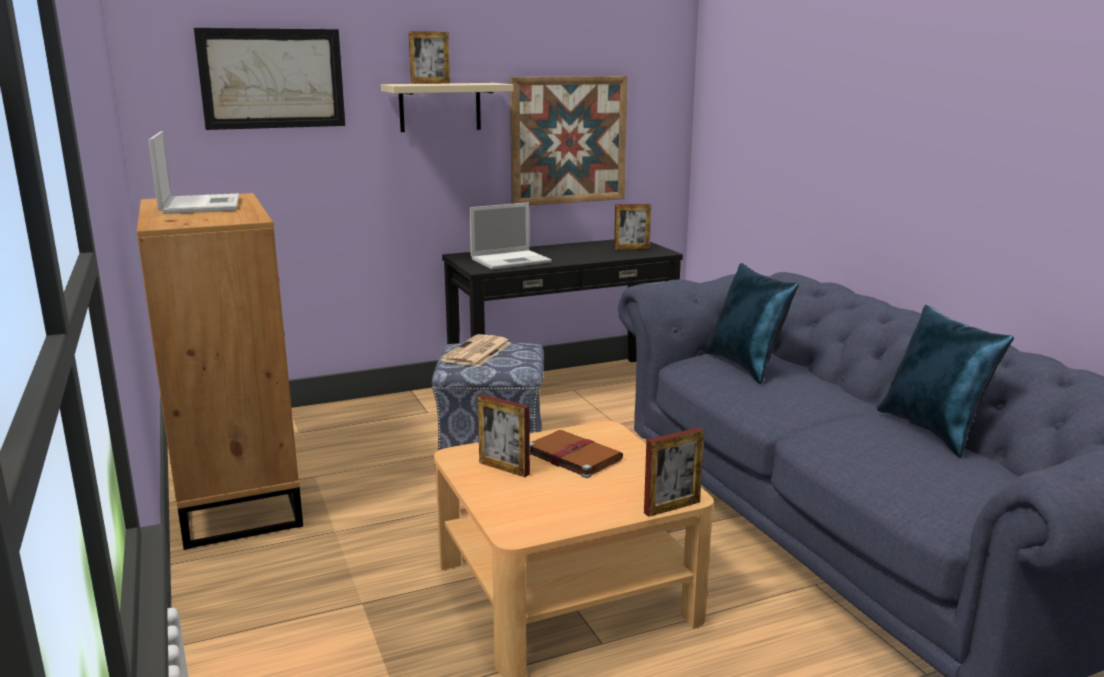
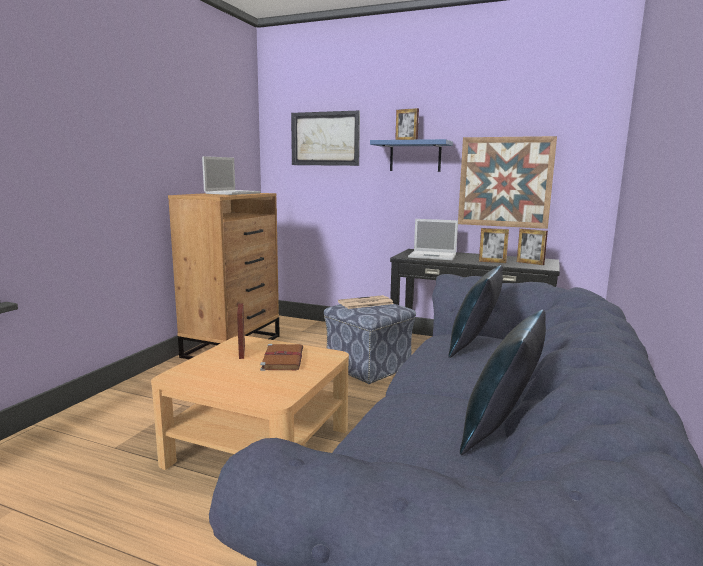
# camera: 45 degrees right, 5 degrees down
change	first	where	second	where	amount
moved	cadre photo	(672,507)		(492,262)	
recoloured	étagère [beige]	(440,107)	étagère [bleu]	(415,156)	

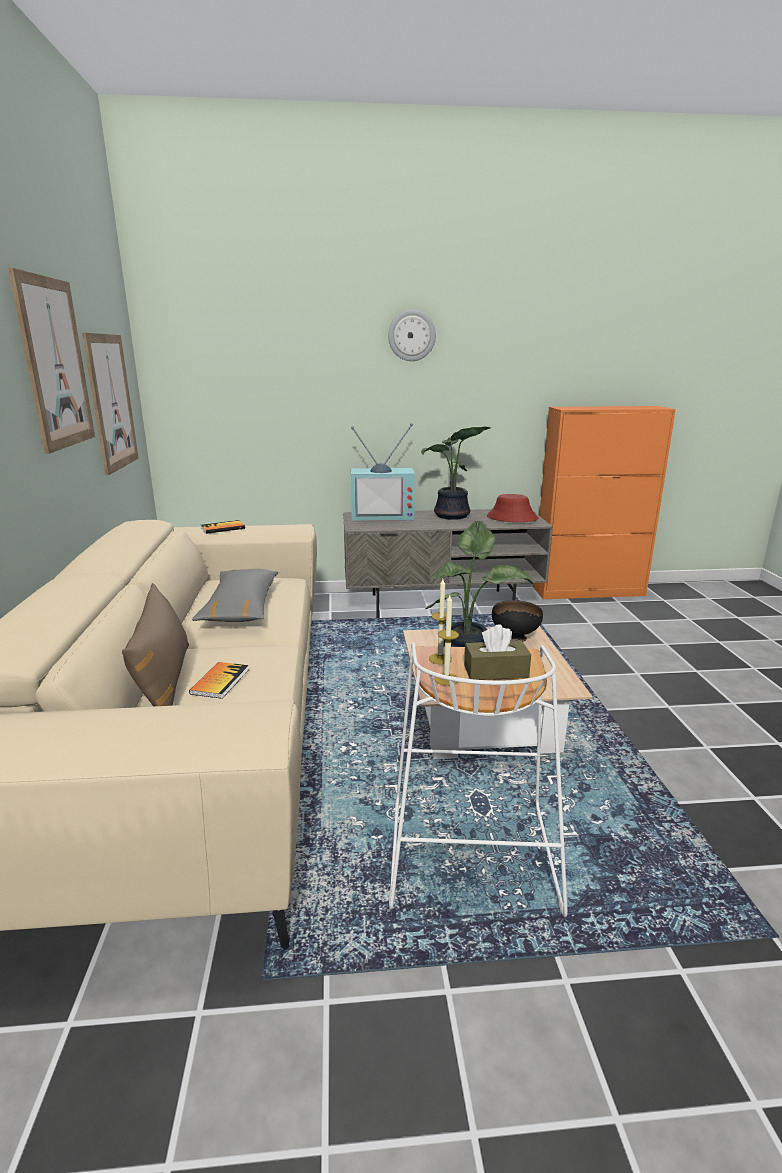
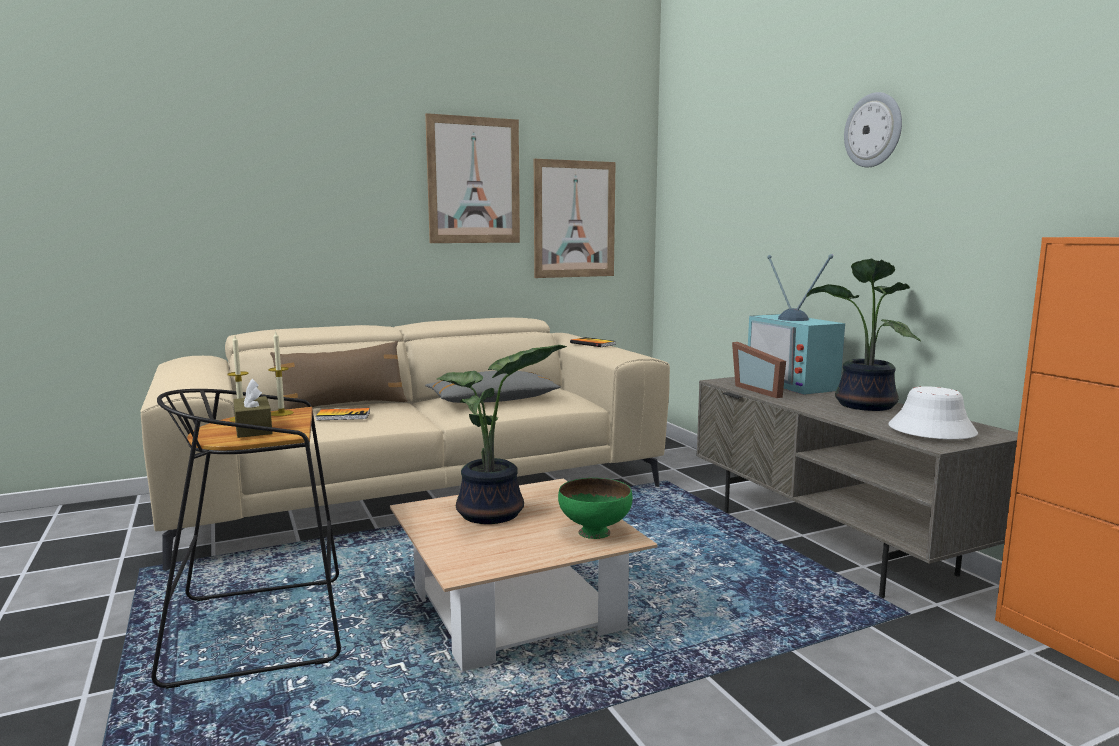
# camera: 70 degrees right, 10 degrees down
change	first	where	second	where	amount
added			cadre photo	(761,390)	
recoloured	tabouret [blanc]	(468,852)	tabouret [noir]	(263,628)	
recoloured	chapeau [rouge]	(511,518)	chapeau [blanc]	(931,430)	
recoloured	bol [noir]	(515,637)	bol [vert]	(595,532)	

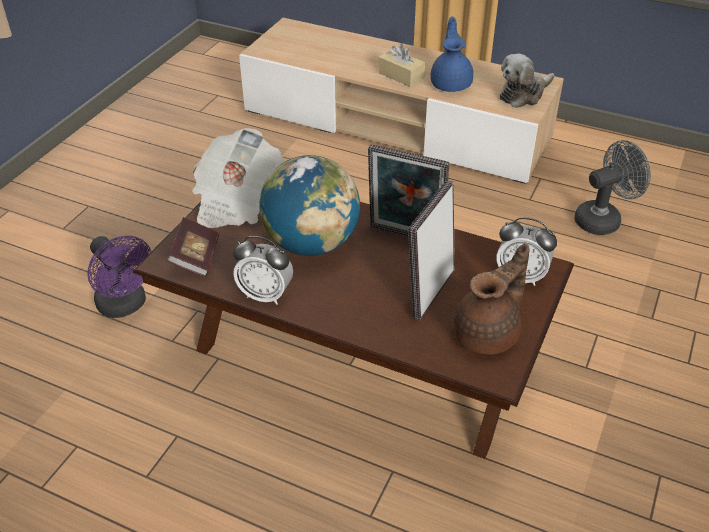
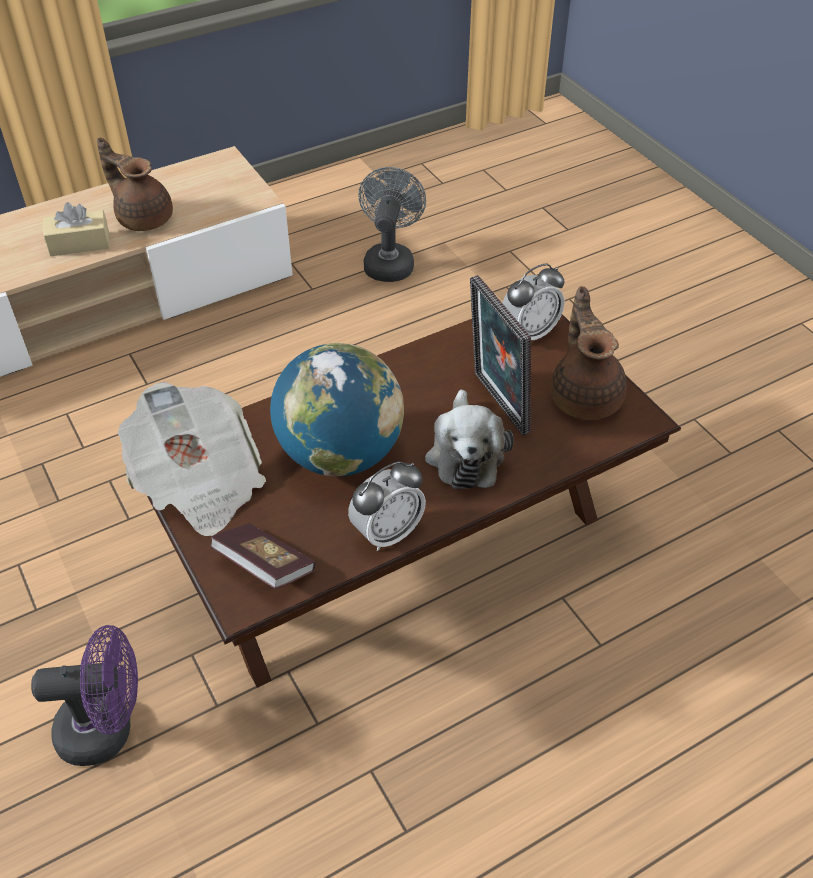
# camera: 55 degrees left, 5 degrees up
change	first	where	second	where	amount
removed	cadre photo	(405,236)			
moved	peluche	(523,94)		(465,453)	
recoloured	théière [bleu]	(451,83)	théière [marron]	(143,217)	

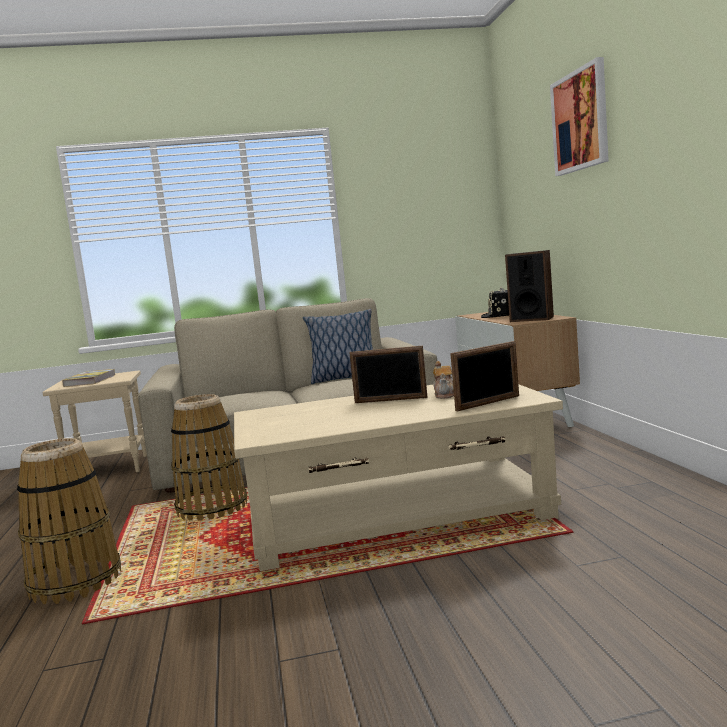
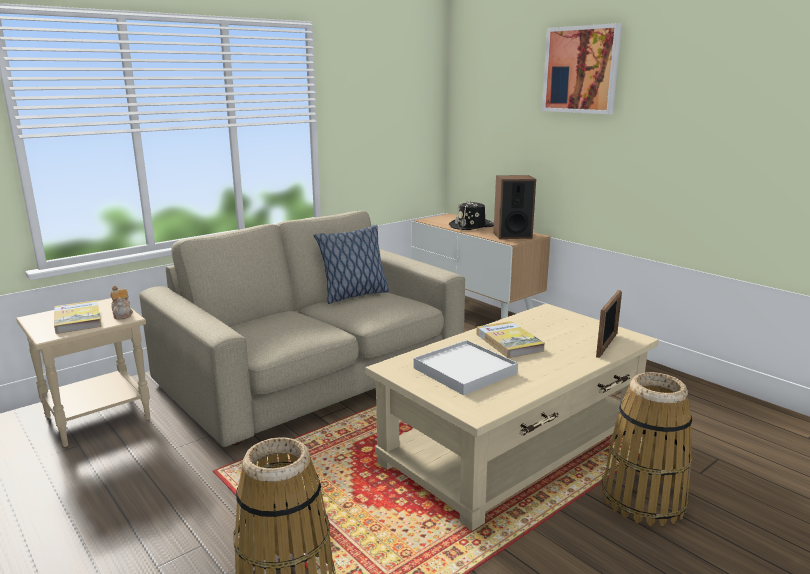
# camera: 30 degrees left, 10 degrees up
change	first	where	second	where	amount
added			plateau [blanc]	(465,371)	
moved	panier	(212,508)		(643,499)	
moved	théière	(445,395)		(122,314)	
replaced	cadre photo	(390,400)	livre	(509,342)	

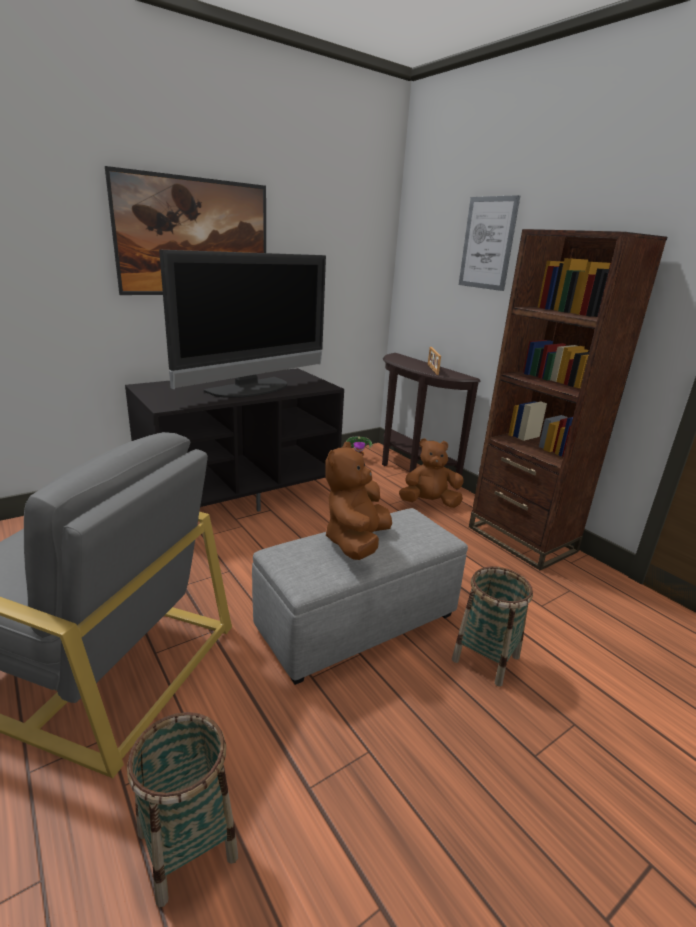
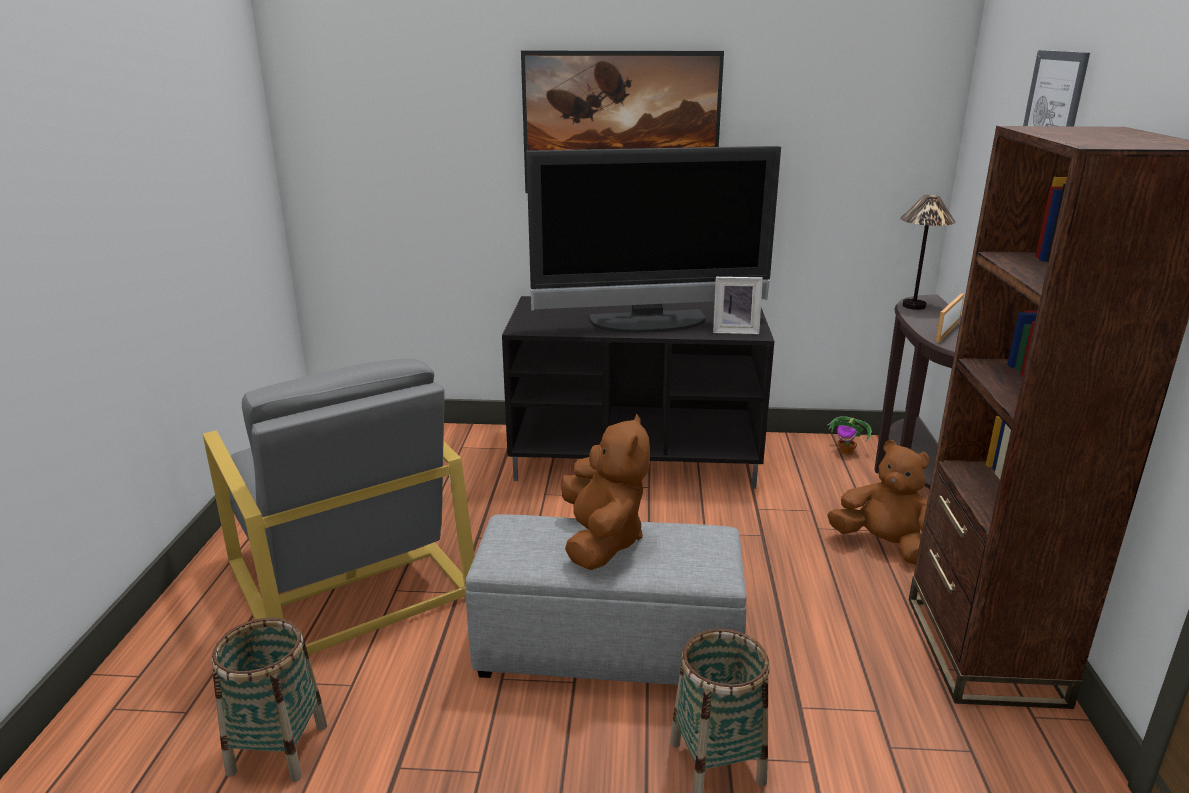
# camera: 40 degrees right, 0 degrees up
change	first	where	second	where	amount
added			cadre photo	(735,330)	
added			lampe de table	(914,306)	
turned	peluche [marron]	(356,542)		(601,541)	120 degrees clockwise

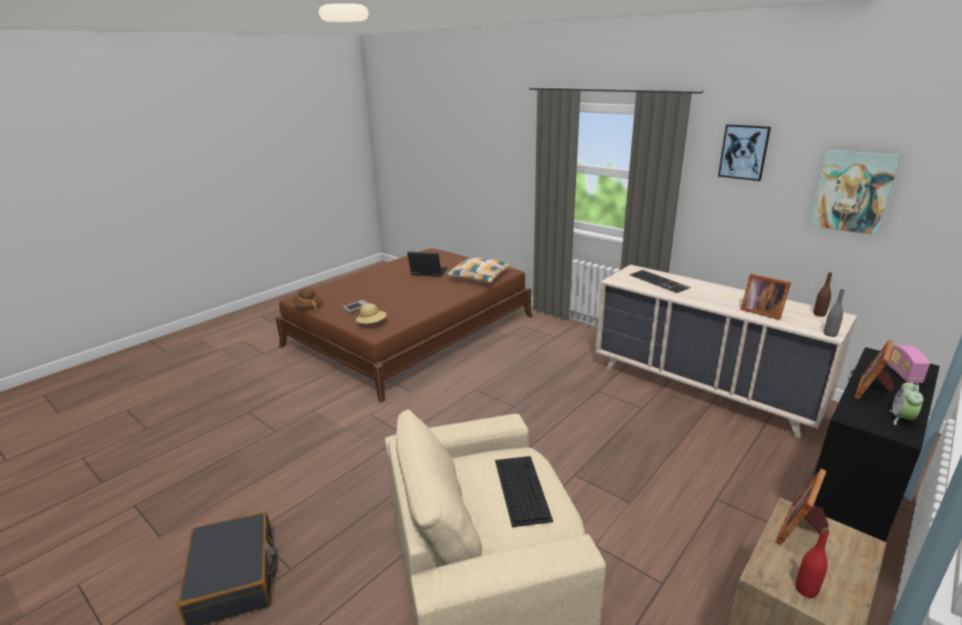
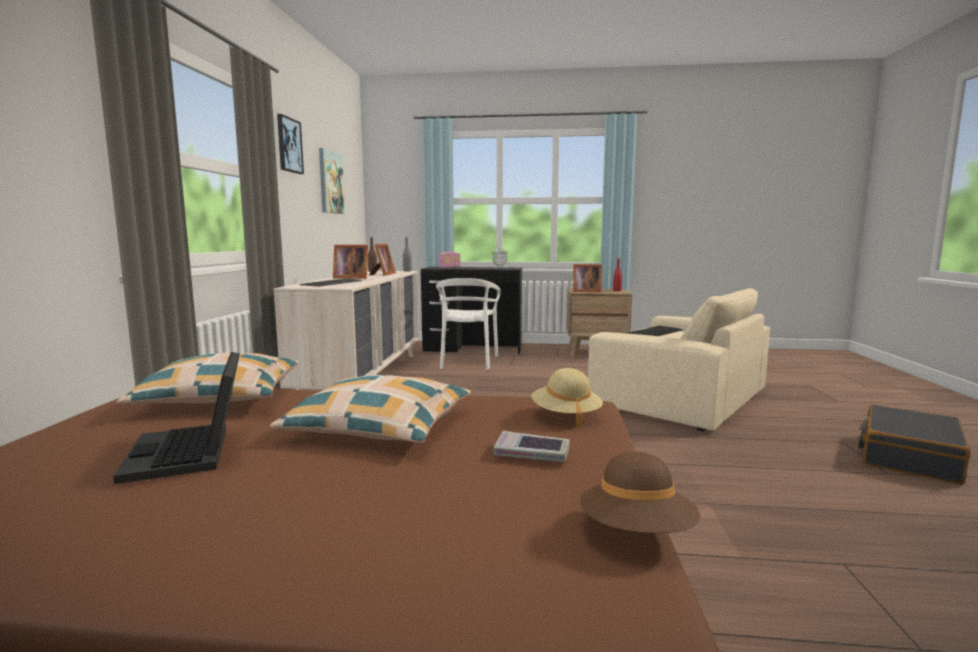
# camera: 125 degrees left, 15 degrees down
change	first	where	second	where	amount
added			coussin	(381,427)	
added			chaise [blanc]	(467,362)	
moved	cadre photo	(872,390)		(350,278)	

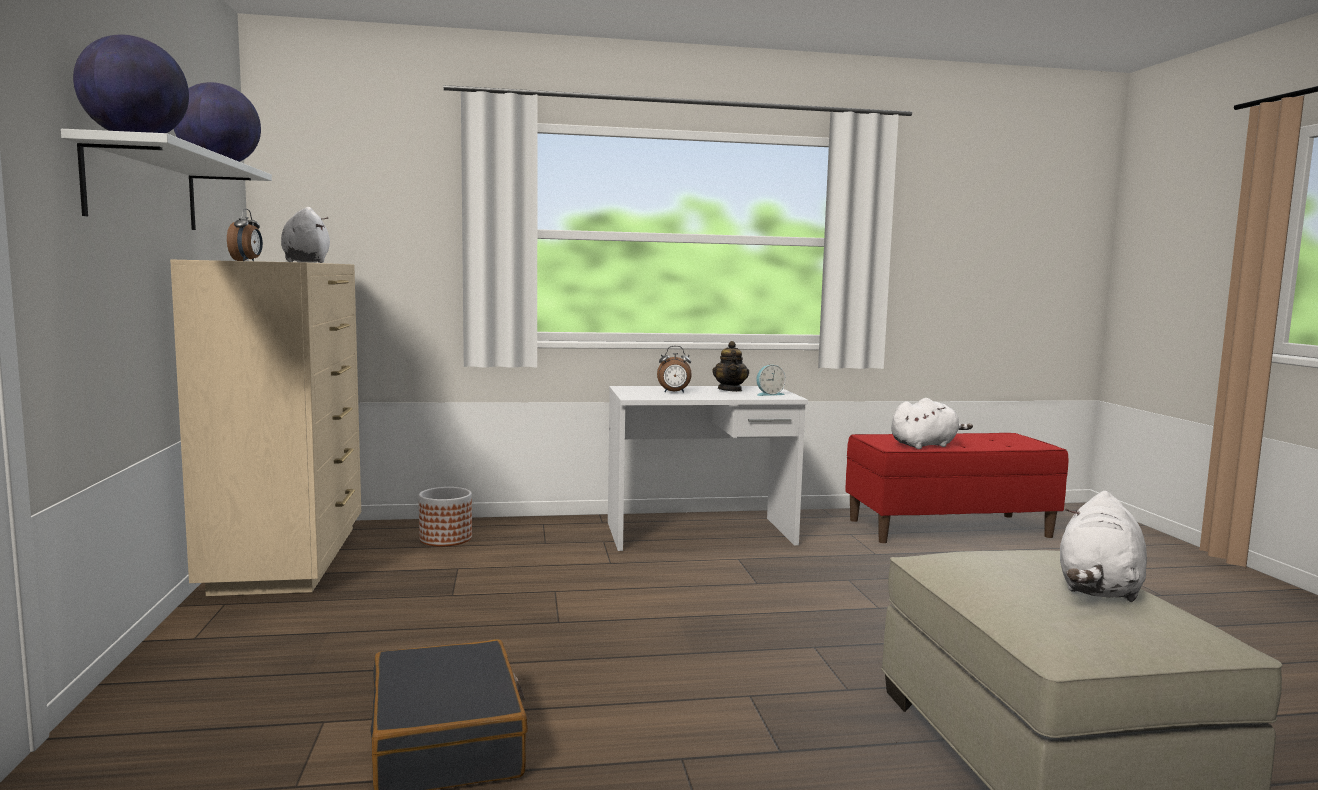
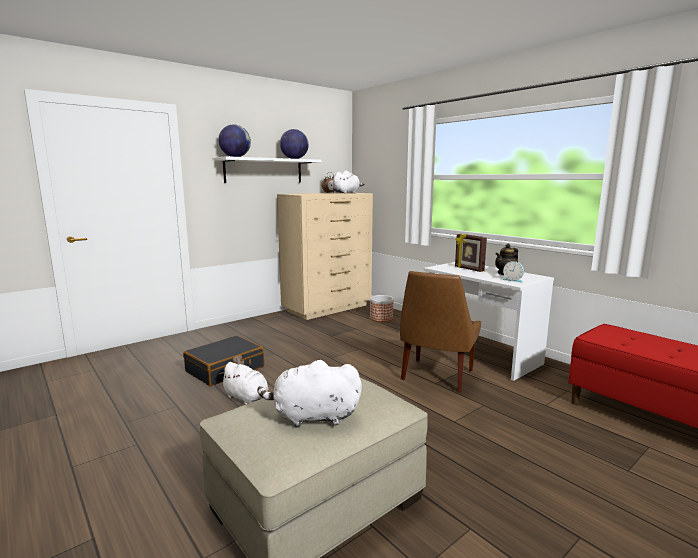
# camera: 60 degrees right, 5 degrees up
change	first	where	second	where	amount
added			chaise [marron]	(436,376)	
moved	peluche [blanc]	(925,445)		(247,398)	
replaced	réveil	(674,392)	cadre photo	(468,269)	

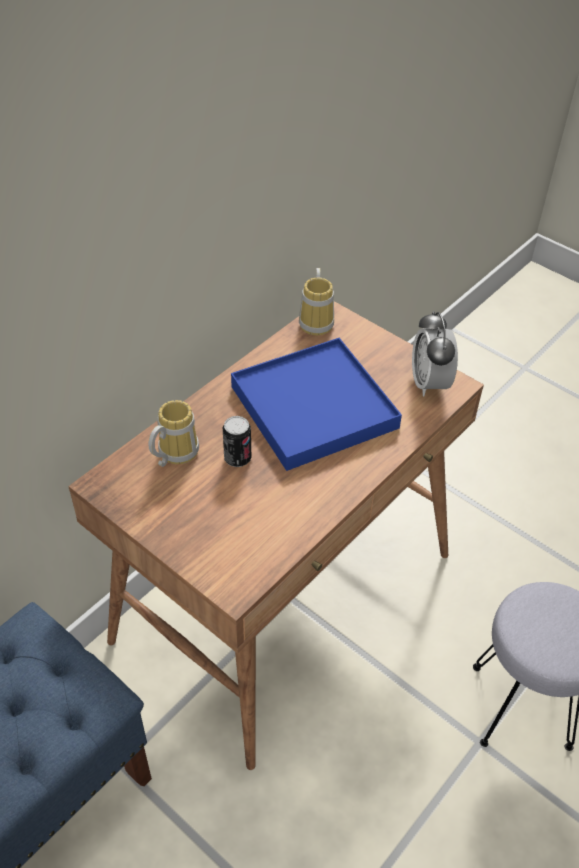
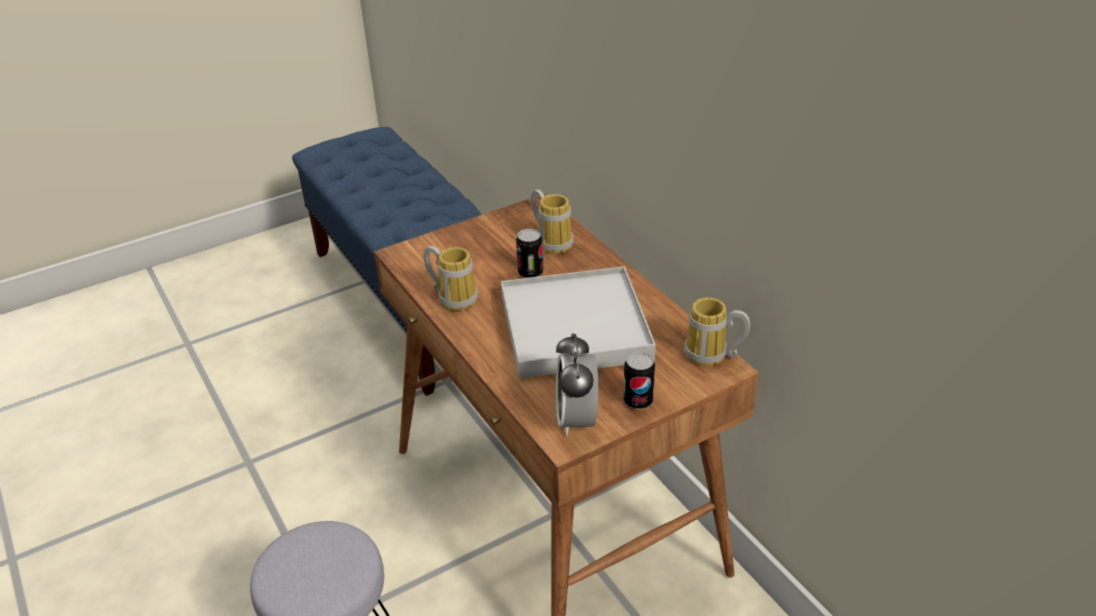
# camera: 110 degrees right, 10 degrees down
change	first	where	second	where	amount
added			mug	(455,297)	
added			boîte métallique	(638,401)	
recoloured	plateau [bleu]	(313,407)	plateau [blanc]	(575,327)	
turned	réveil	(429,383)		(576,419)	105 degrees counterclockwise

